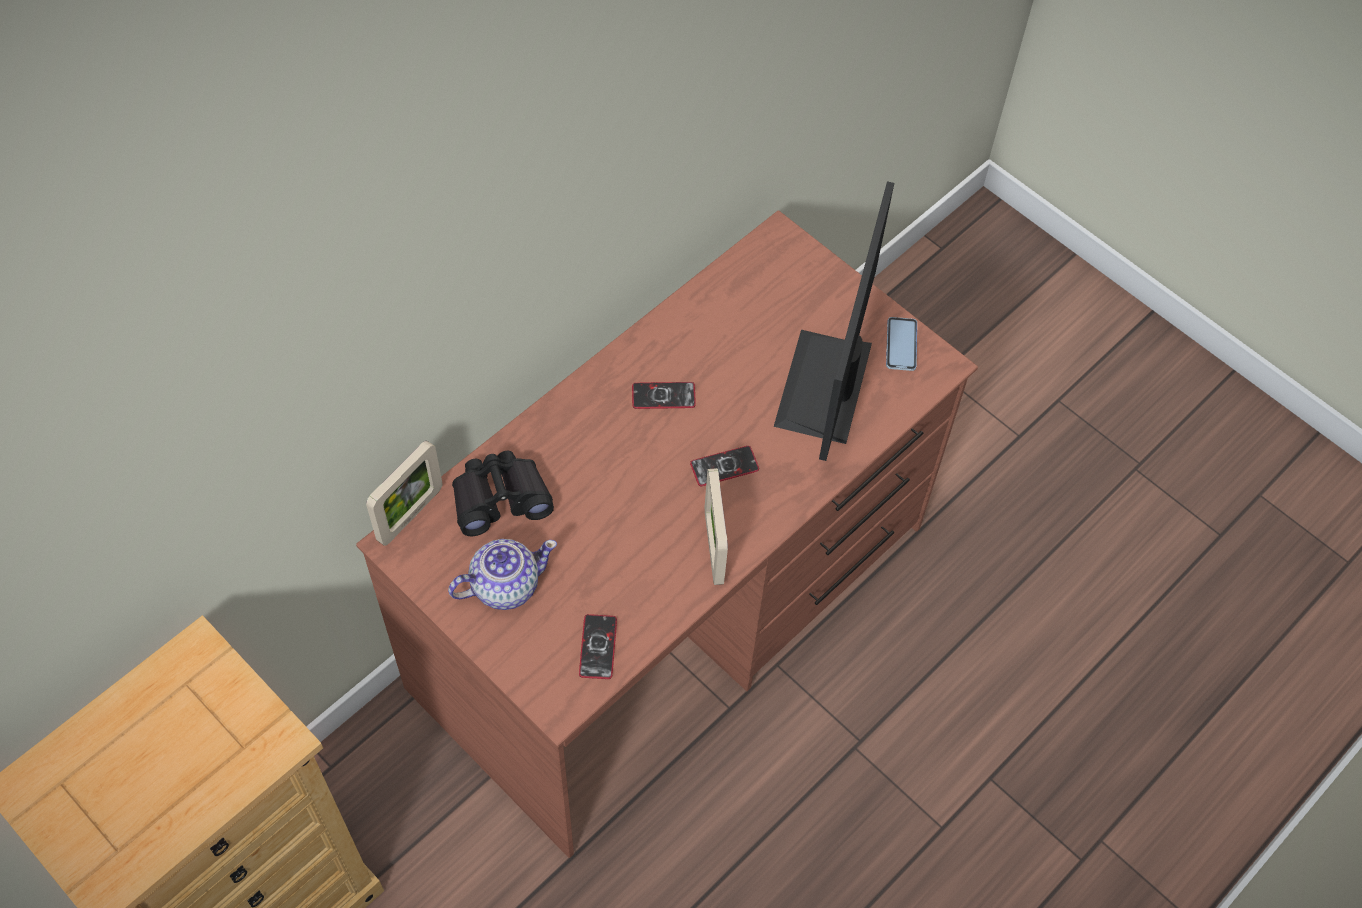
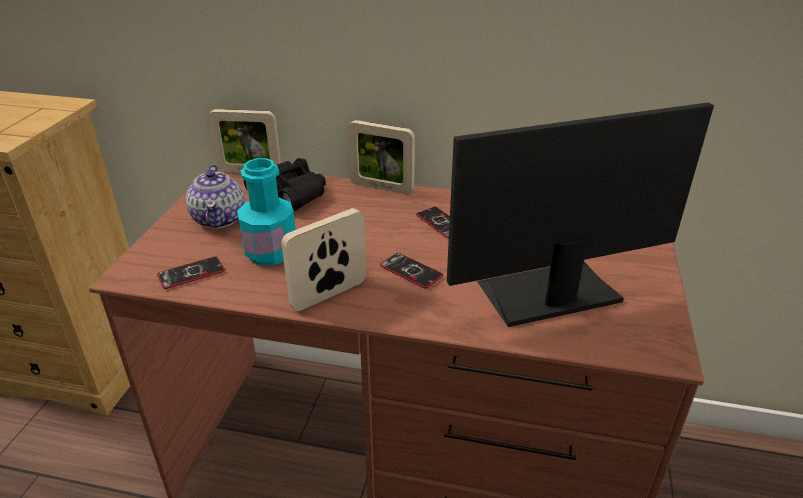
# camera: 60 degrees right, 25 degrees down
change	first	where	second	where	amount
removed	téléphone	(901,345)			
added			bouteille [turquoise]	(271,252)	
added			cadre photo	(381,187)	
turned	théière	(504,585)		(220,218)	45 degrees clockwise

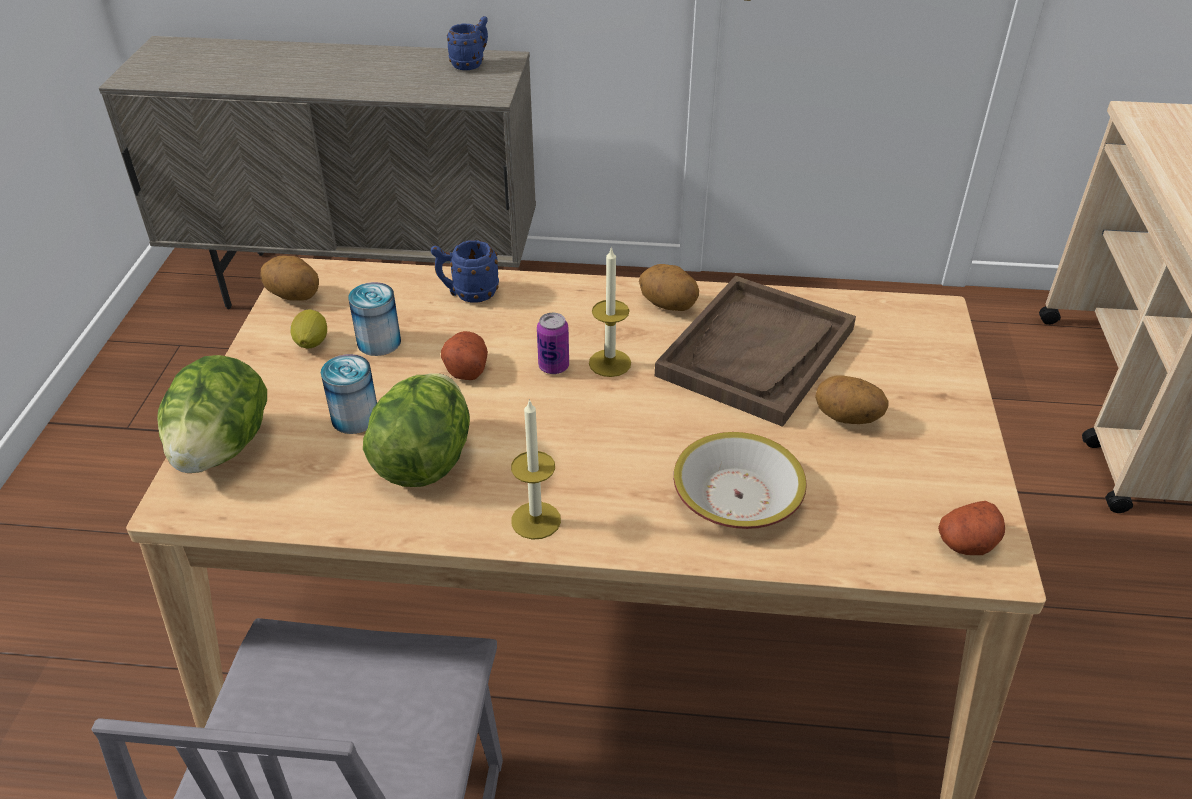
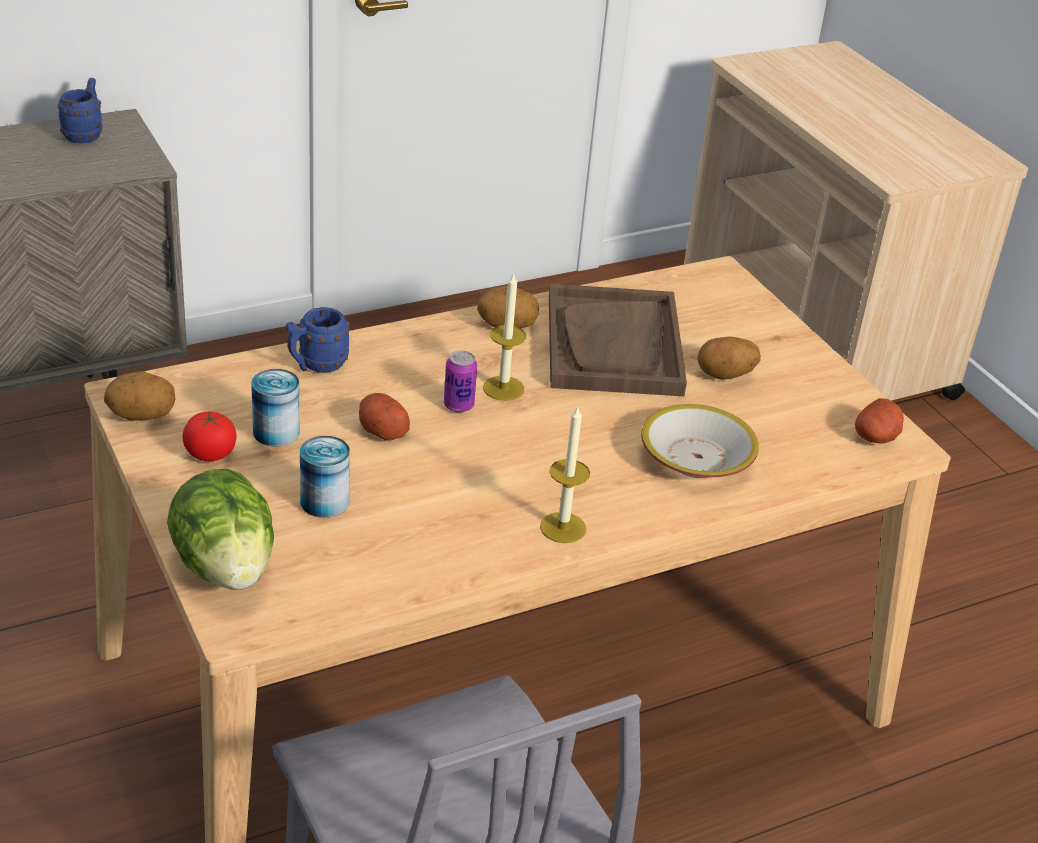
# camera: 35 degrees left, 5 degrees down
change	first	where	second	where	amount
removed	laitue	(424,461)			
replaced	citron	(311,344)	tomate	(210,453)	

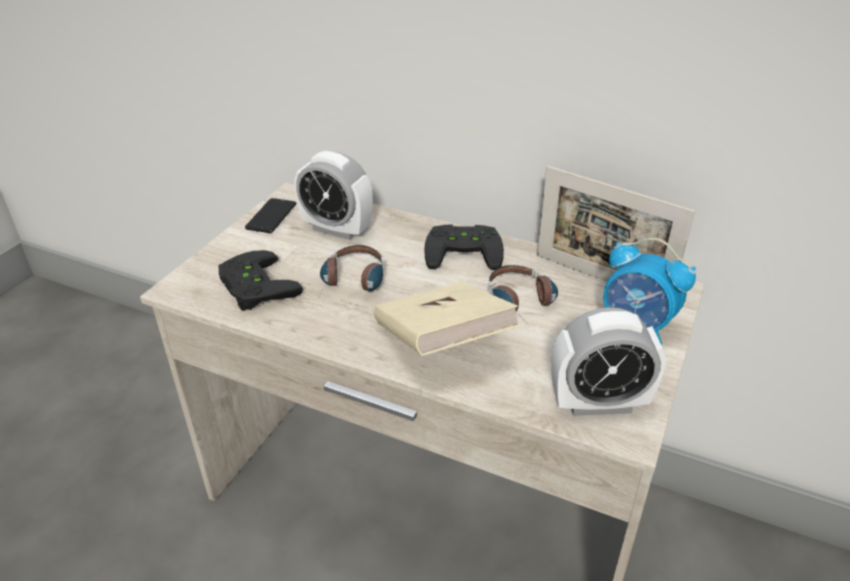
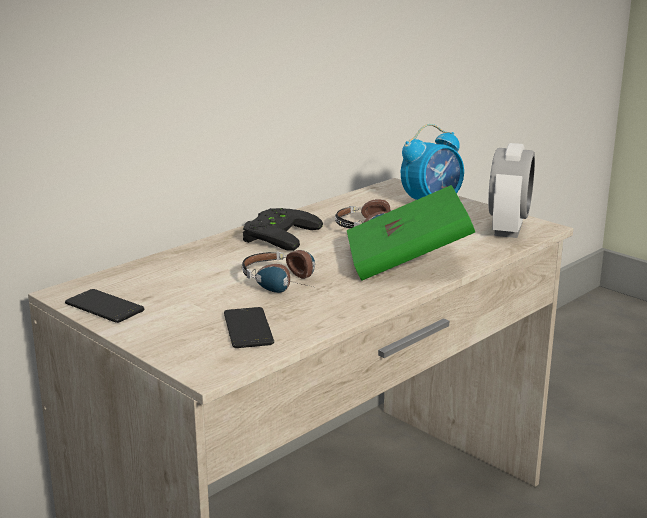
# camera: 70 degrees left, 15 degrees down
change	first	where	second	where	amount
removed	réveil	(336,229)			
removed	cadre photo	(600,279)			
replaced	manette [noir]	(253,287)	téléphone	(248,328)	
recoloured	livre [beige]	(441,343)	livre [vert]	(407,262)	

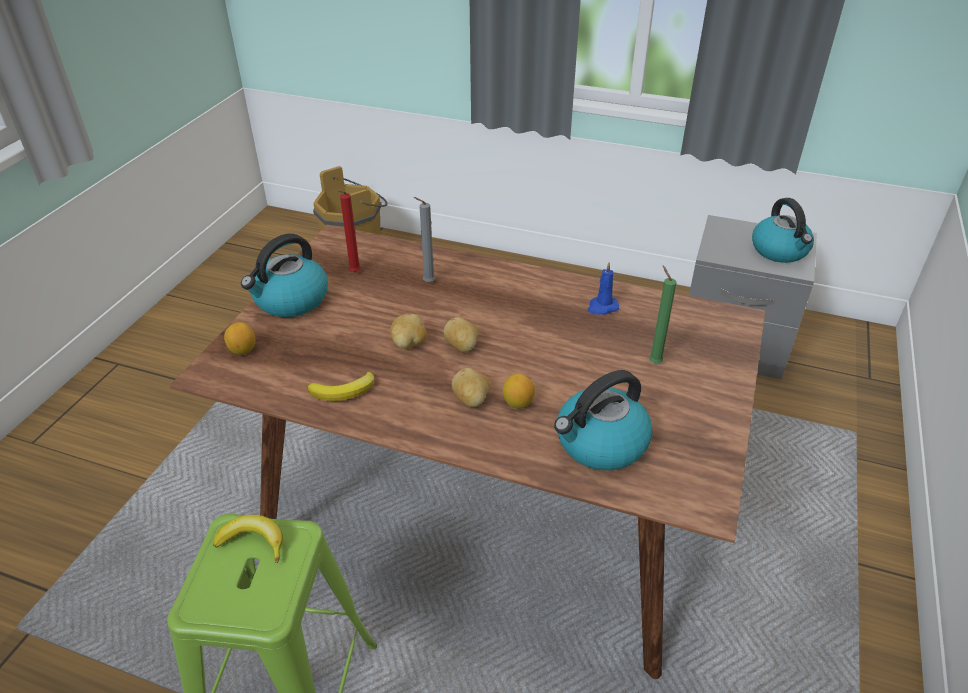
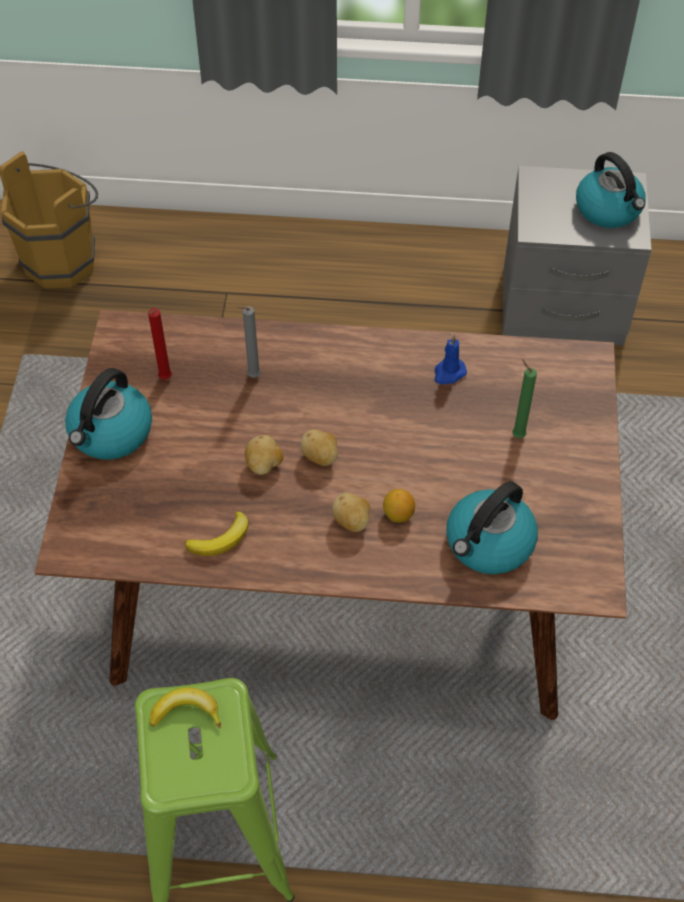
# camera: 15 degrees left, 15 degrees up
change	first	where	second	where	amount
removed	citron	(243,350)			

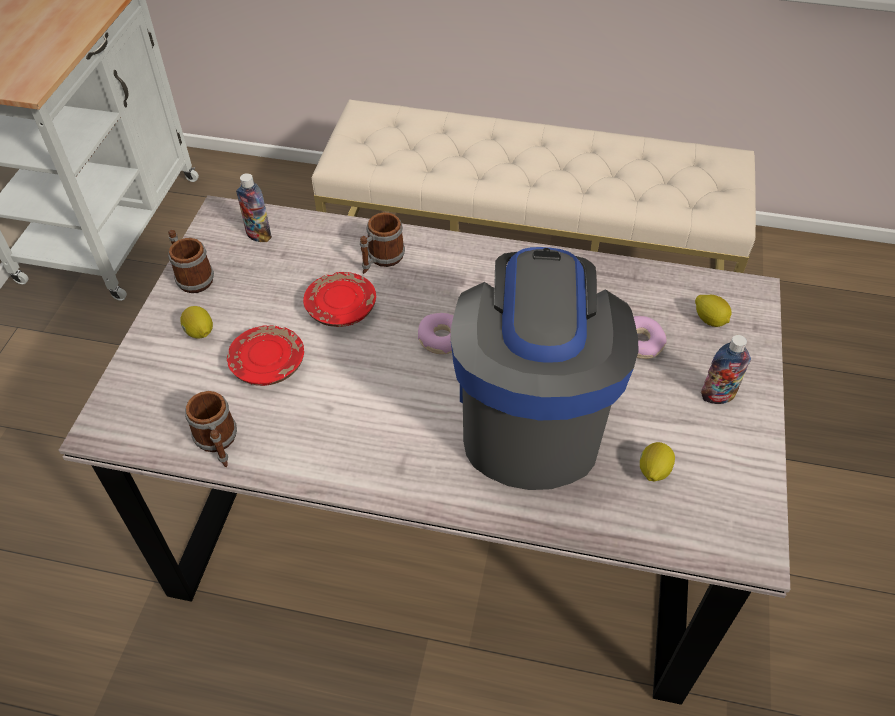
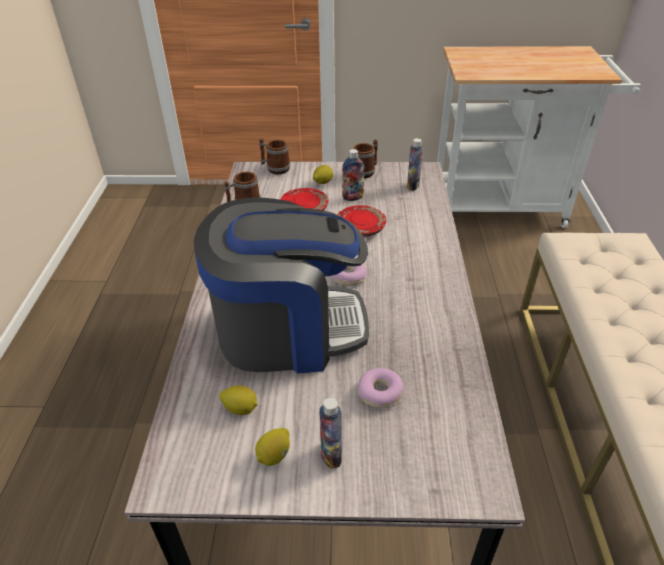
# camera: 80 degrees right, 10 degrees down
change	first	where	second	where	amount
added			bouteille	(352,197)	
moved	mug	(381,259)		(274,168)	
moved	citron	(710,320)		(274,455)	

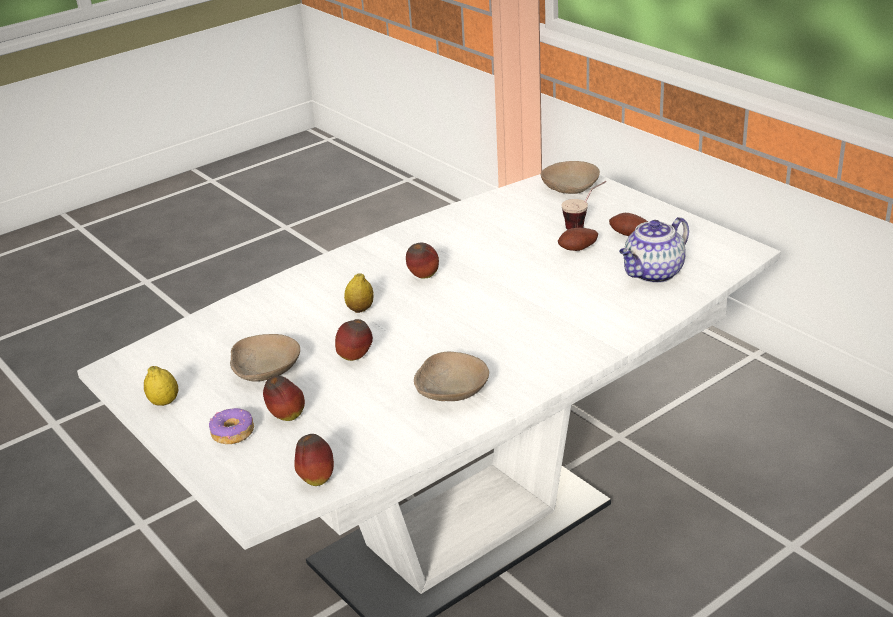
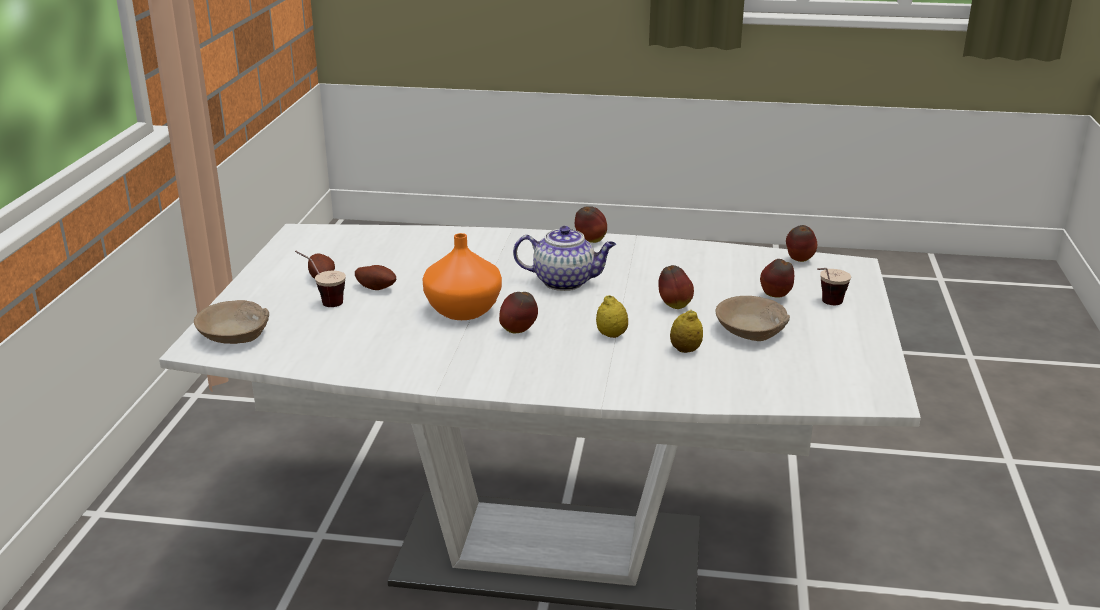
# camera: 135 degrees left, 5 degrees down
change	first	where	second	where	amount
removed	bol [beige]	(451,391)			
added			vase [orange]	(465,311)	
added			pomme	(590,241)	
moved	citron	(164,402)		(685,350)	
moved	théière	(653,274)		(565,282)	
replaced	beignet	(232,433)	tasse	(826,306)	

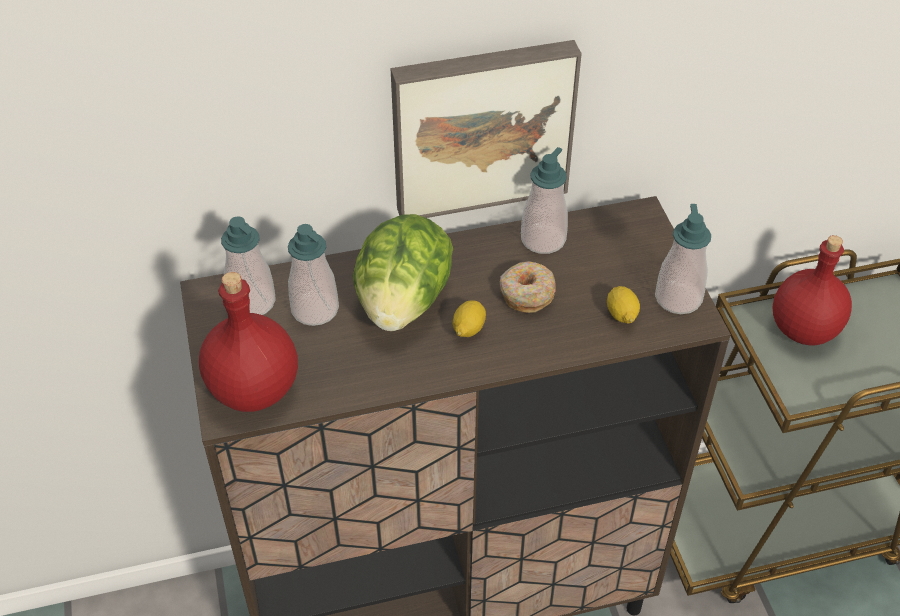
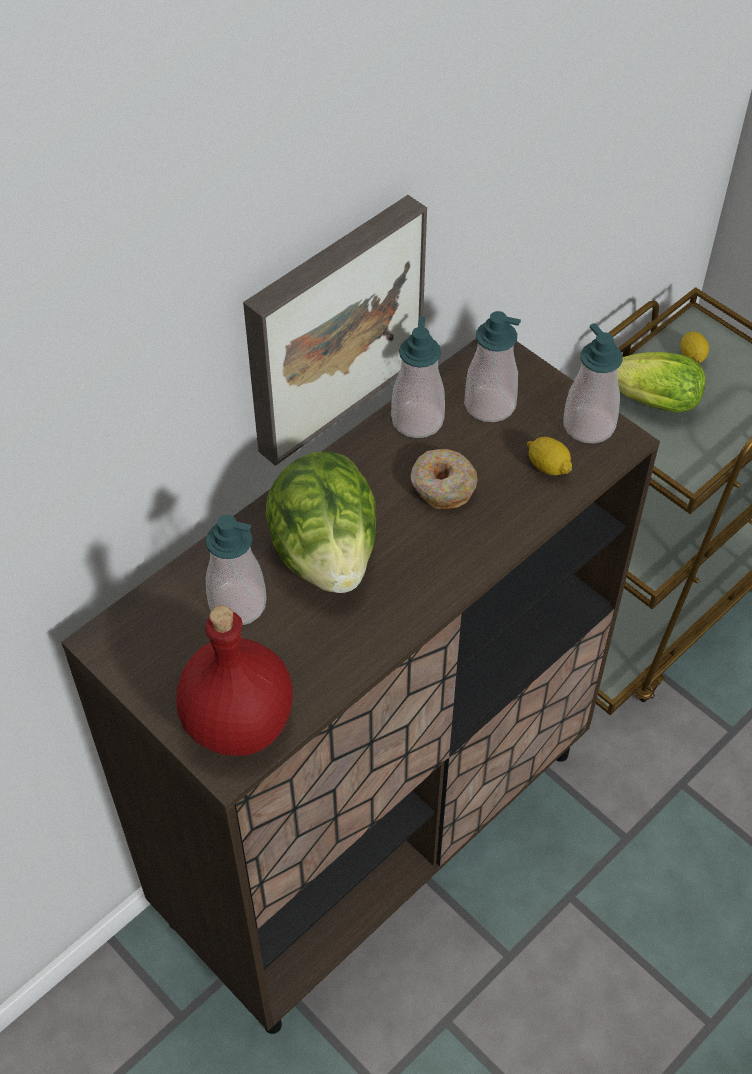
# camera: 30 degrees left, 5 degrees up
change	first	where	second	where	amount
moved	distributeur de savon	(252,302)		(490,405)	
moved	citron	(469,328)		(692,356)	
replaced	bouteille [rouge]	(804,330)	laitue	(647,401)	

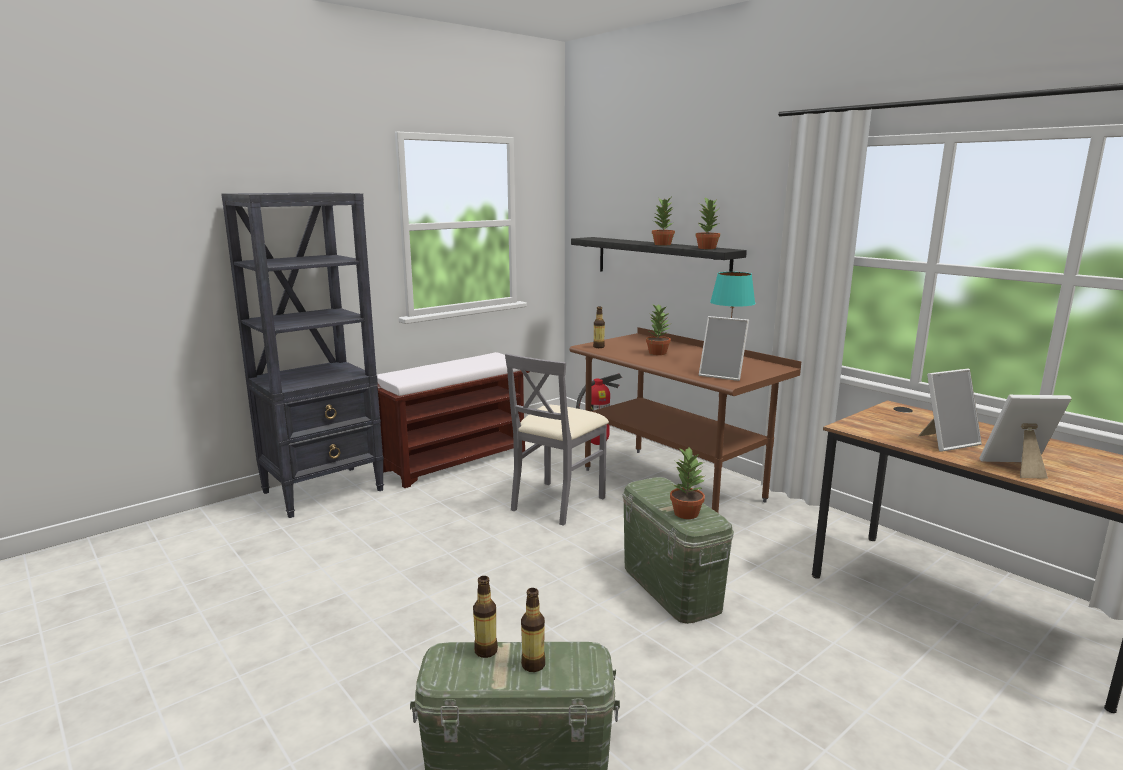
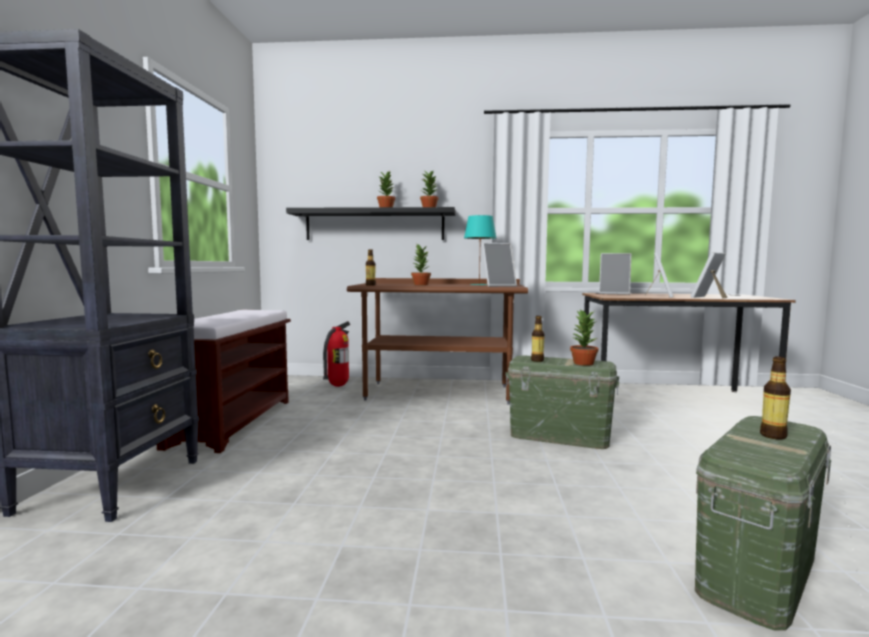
# camera: 45 degrees left, 10 degrees down
change	first	where	second	where	amount
removed	chaise [gris]	(557,502)			
added			cadre photo	(614,293)	
moved	bouteille	(486,651)		(537,360)	

